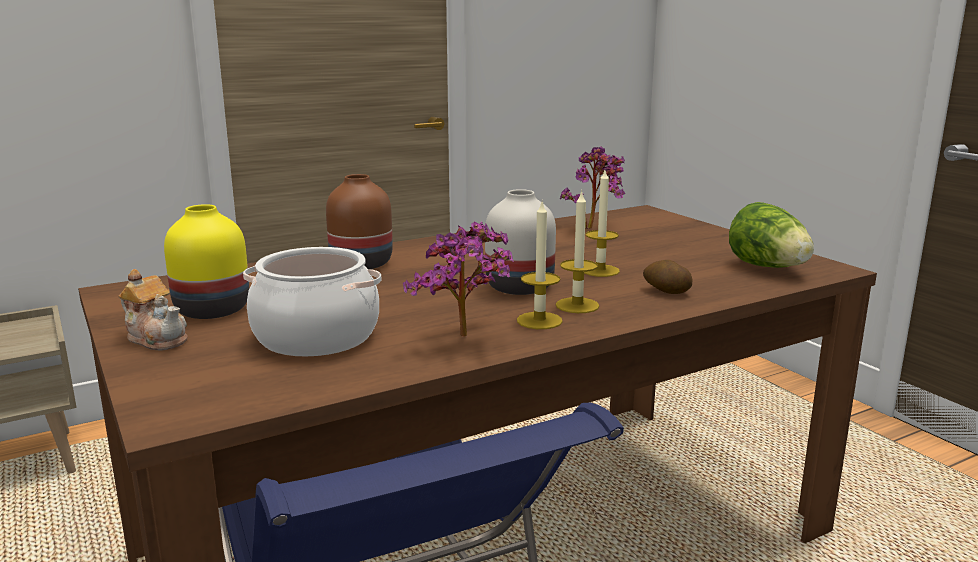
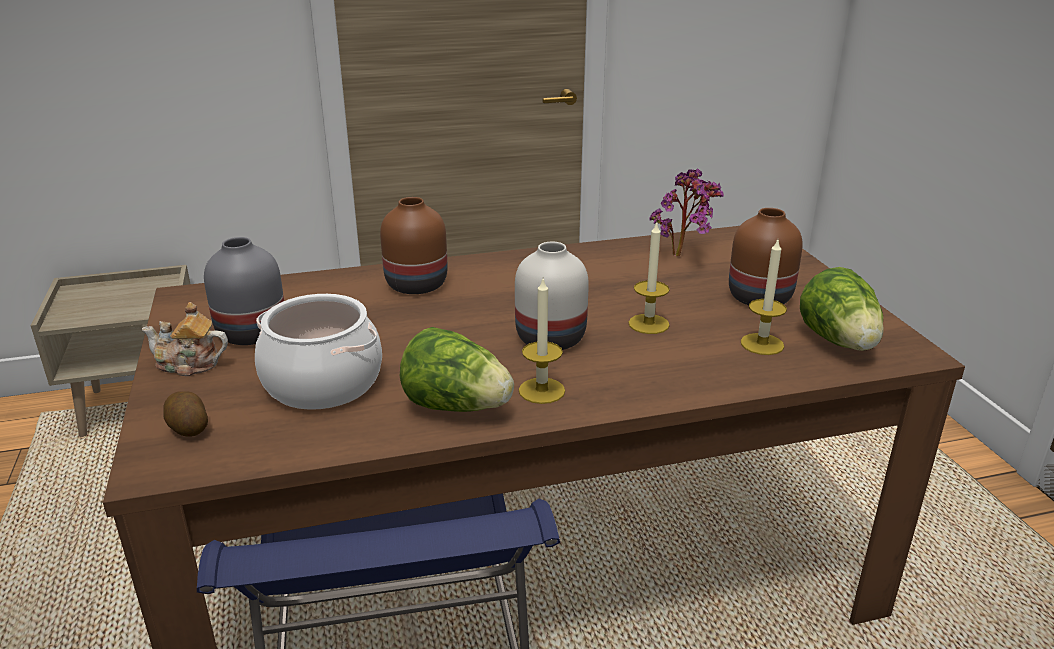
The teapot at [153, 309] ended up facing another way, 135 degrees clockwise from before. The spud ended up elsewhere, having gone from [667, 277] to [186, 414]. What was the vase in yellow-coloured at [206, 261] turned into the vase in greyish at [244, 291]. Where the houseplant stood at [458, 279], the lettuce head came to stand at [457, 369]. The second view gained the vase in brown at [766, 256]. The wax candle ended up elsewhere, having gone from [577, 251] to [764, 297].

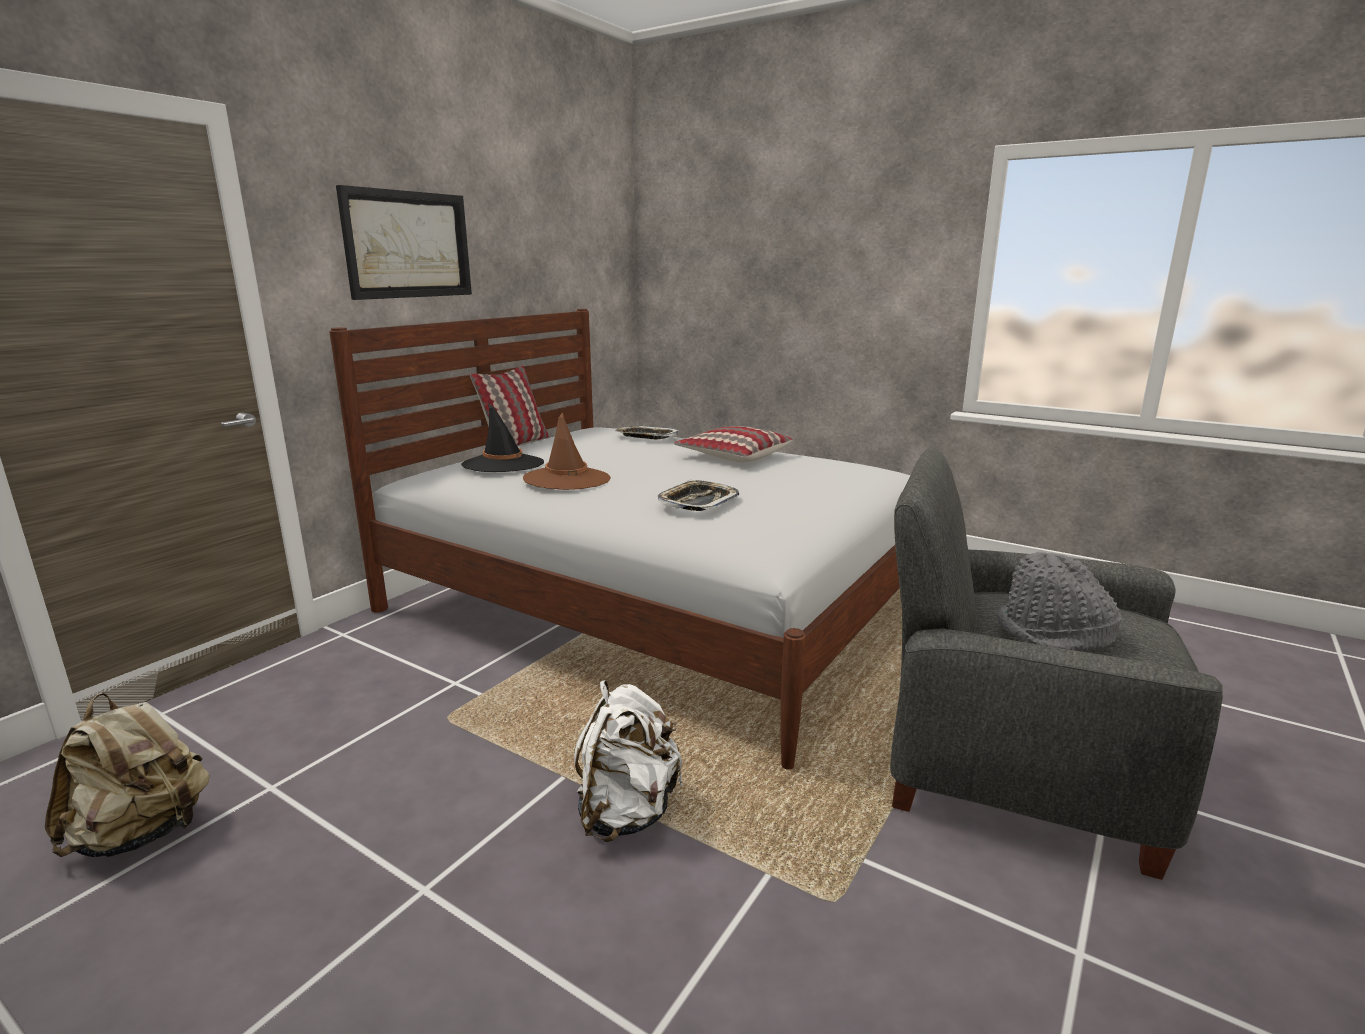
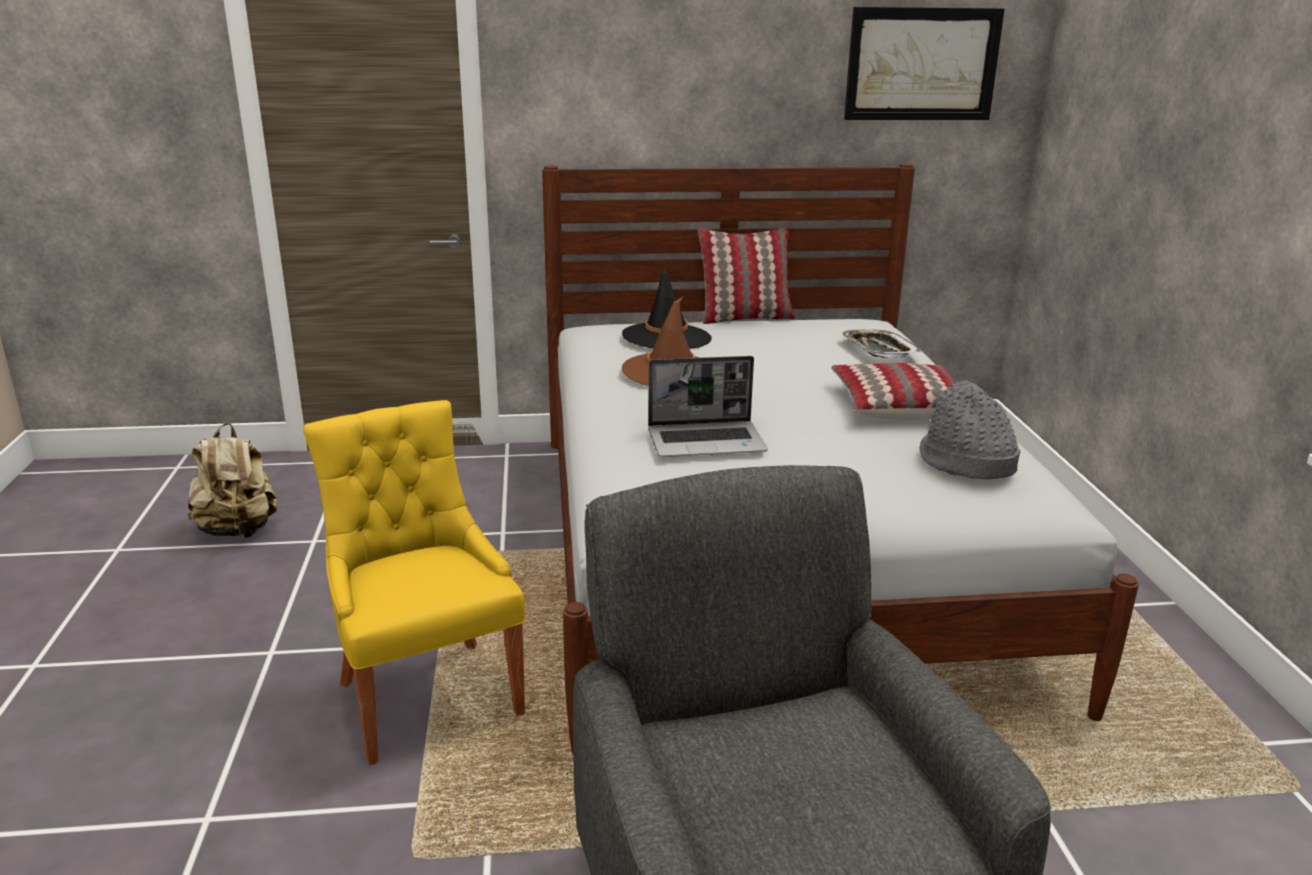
Where the rucksack in white-coloured stood at [628, 761], the chair in yellow-coloured came to stand at [414, 582]. Where the serving tray stood at [698, 495], the laptop came to stand at [707, 406]. The picture ended up elsewhere, having gone from [404, 242] to [924, 63]. The clothing hat in greyish ended up elsewhere, having gone from [1059, 602] to [970, 430].

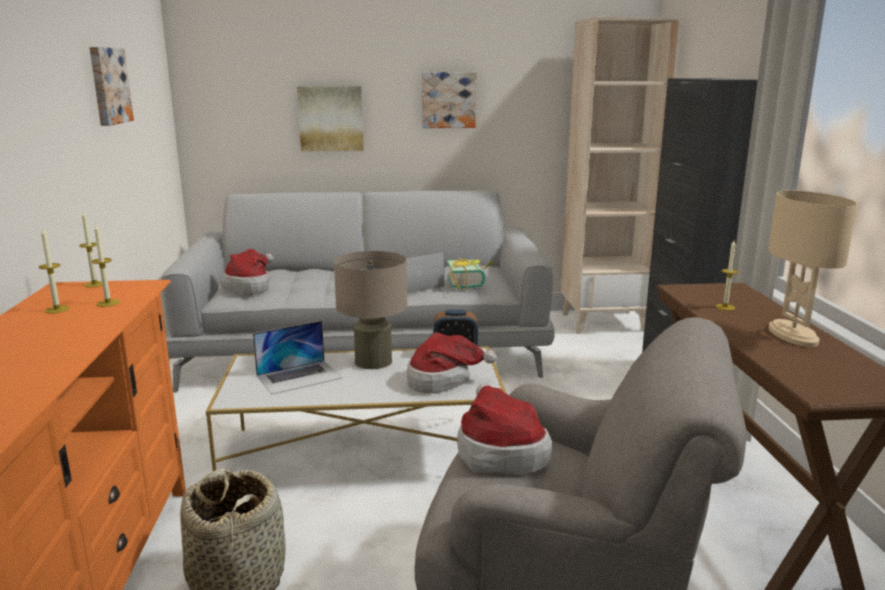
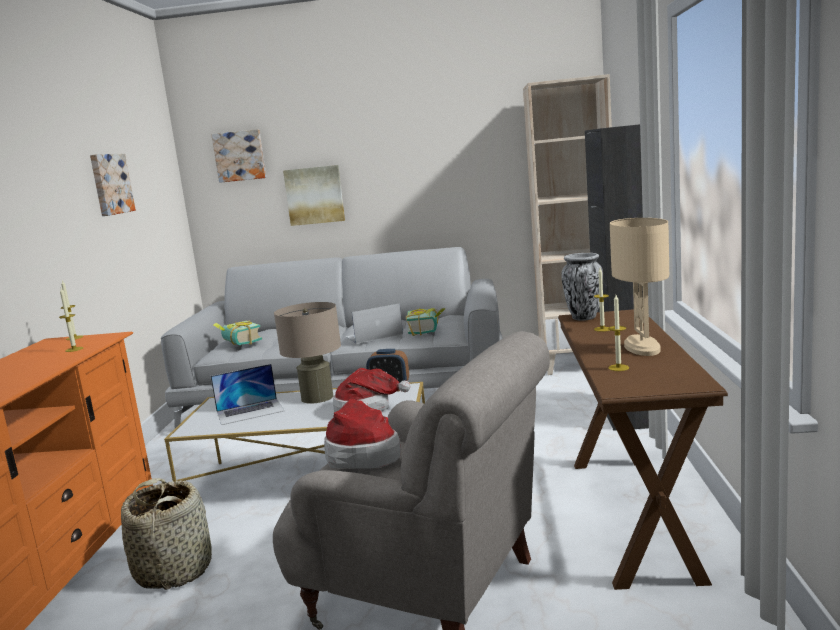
The picture ended up elsewhere, having gone from [449, 100] to [238, 156]. Where the clothing hat stood at [247, 271], the book came to stand at [238, 332]. The second view gained the vase at [582, 287]. The wax candle ended up elsewhere, having gone from [54, 271] to [618, 333].

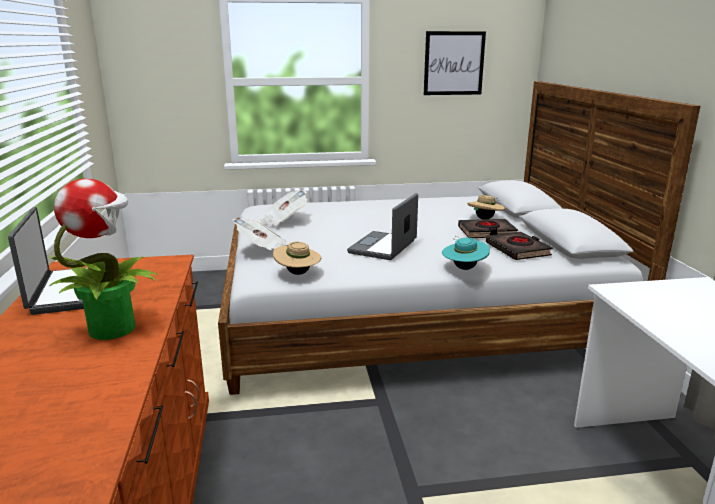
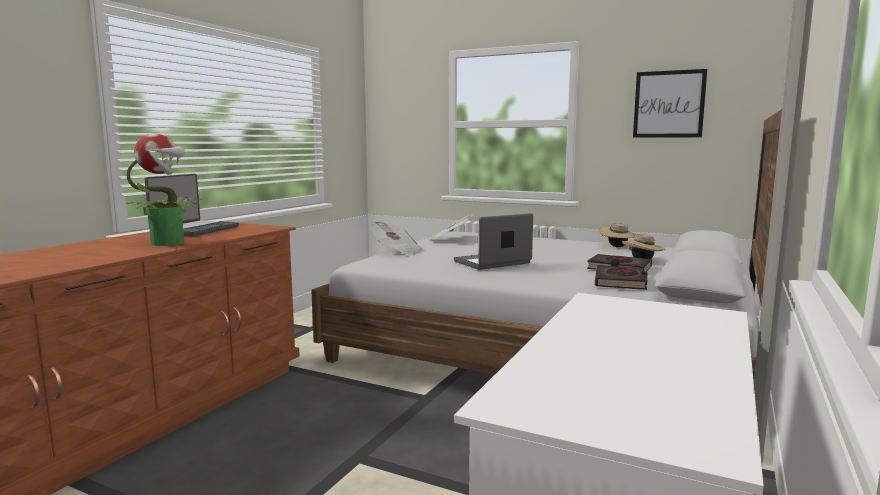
The clothing hat in beige ended up elsewhere, having gone from [297, 258] to [617, 235]. The second view lost the clothing hat in turquoise-coloured at [466, 253].

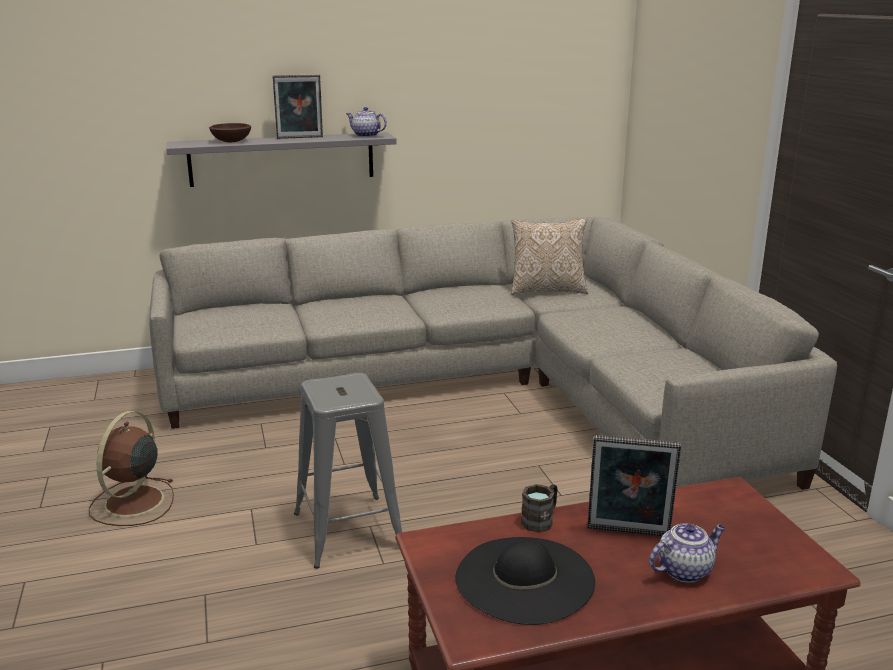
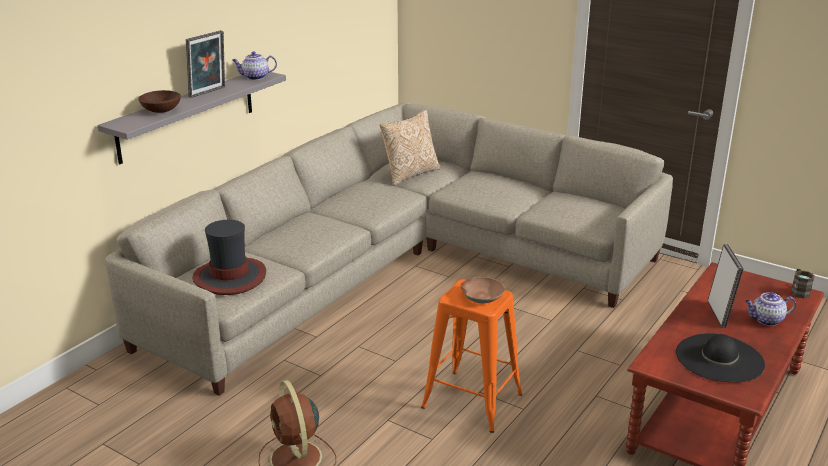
The second view gained the clothing hat at [229, 257]. What was the stool in greyish at [348, 471] turned into the stool in orange at [472, 356]. The second view gained the bowl in brown at [483, 290]. The standing frame at [634, 485] ended up facing another way, 60 degrees counterclockwise from before. The teapot at [687, 553] ended up facing another way, 120 degrees counterclockwise from before. The coffee mug in brown ended up elsewhere, having gone from [539, 508] to [803, 284].

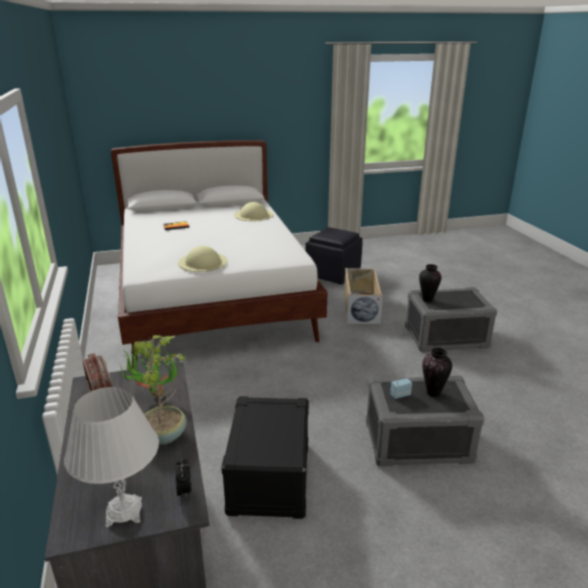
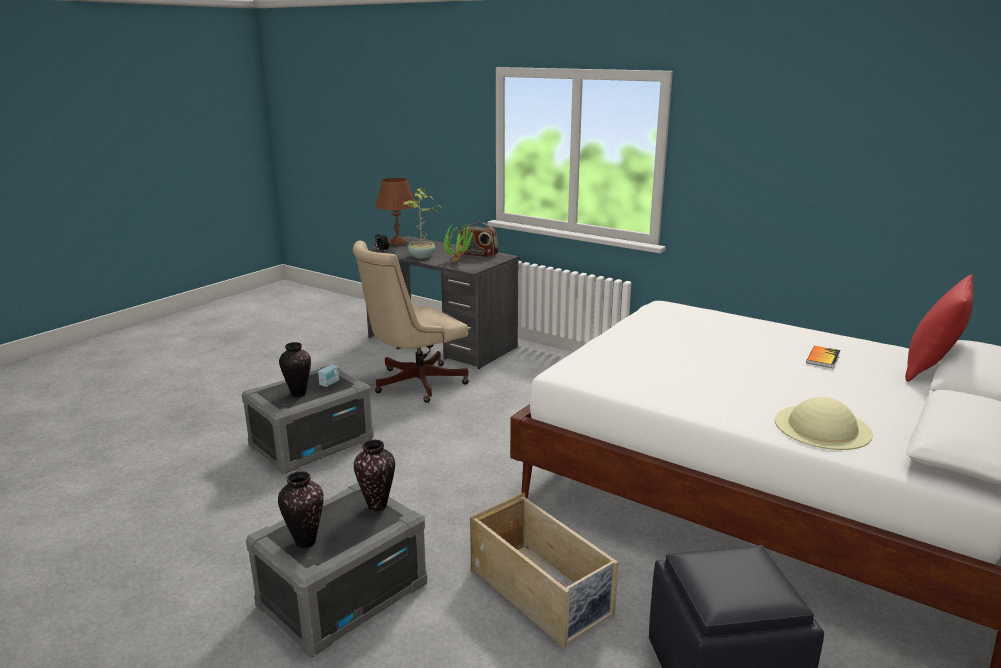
The second view gained the vase at [301, 509]. Where the storage box in blackish stood at [265, 457], the office chair in beige came to stand at [411, 322]. What was the tabletop lamp in white-coloured at [111, 457] turned into the tabletop lamp in brown at [395, 212]. The second view gained the pillow in red-coloured at [939, 328]. The second view lost the clothing hat in beige at [203, 259].

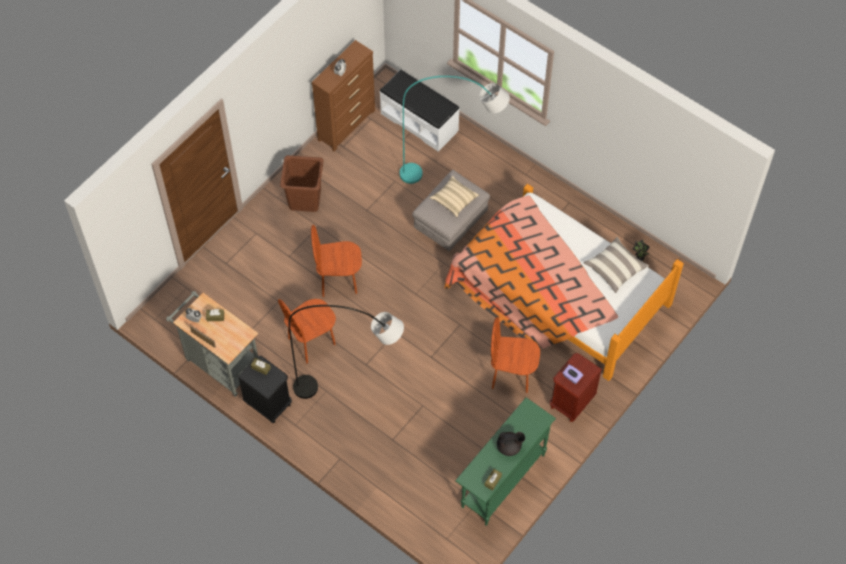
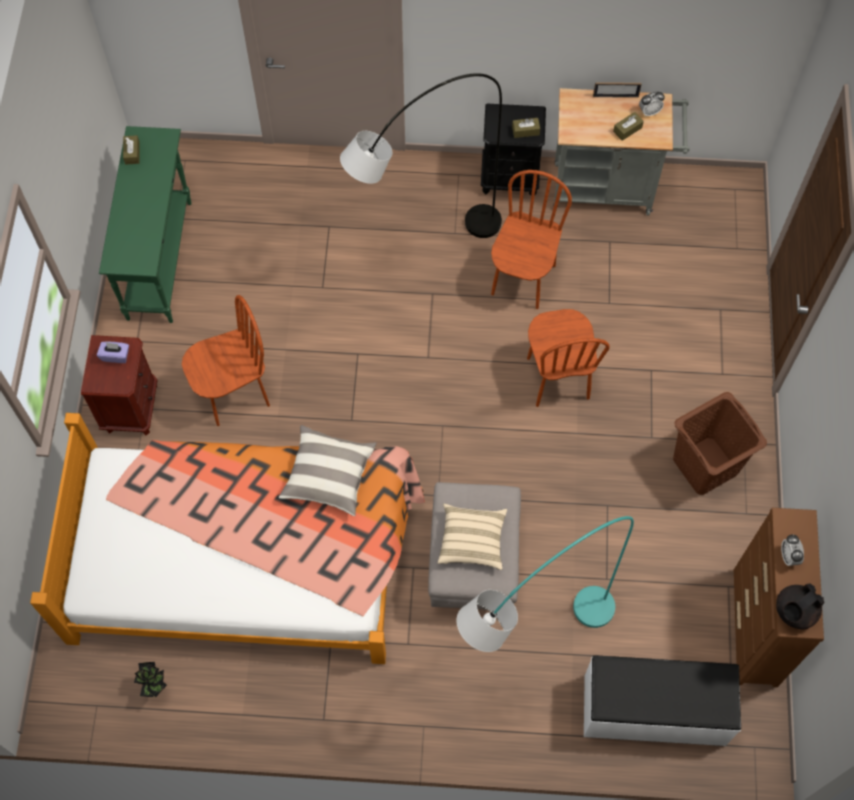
The pillow ended up elsewhere, having gone from [616, 265] to [328, 470]. The chair in brown at [336, 261] ended up facing another way, 120 degrees clockwise from before. The teapot in blackish ended up elsewhere, having gone from [511, 444] to [800, 606].

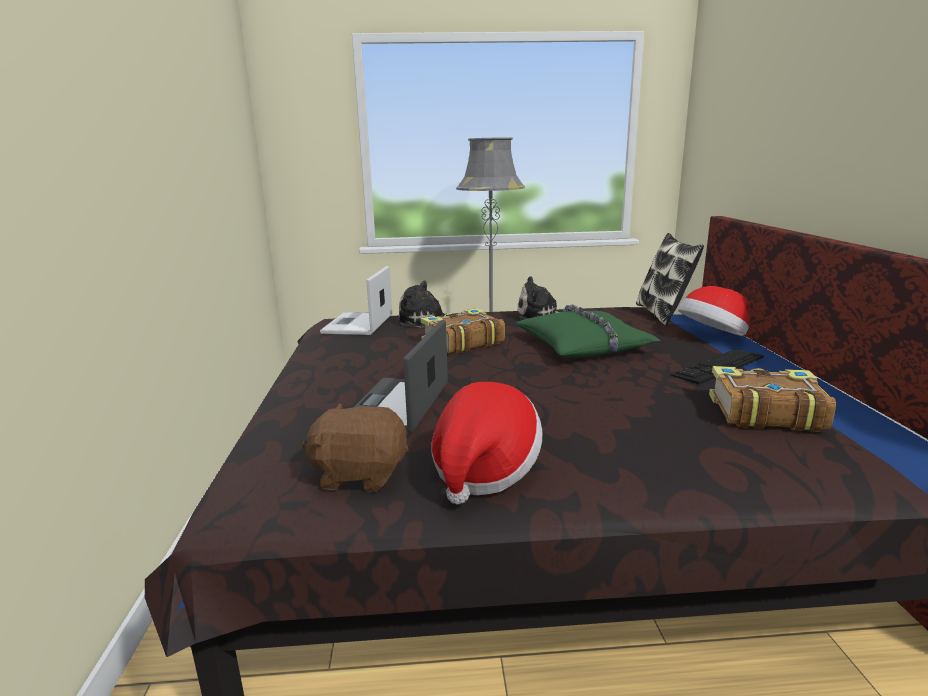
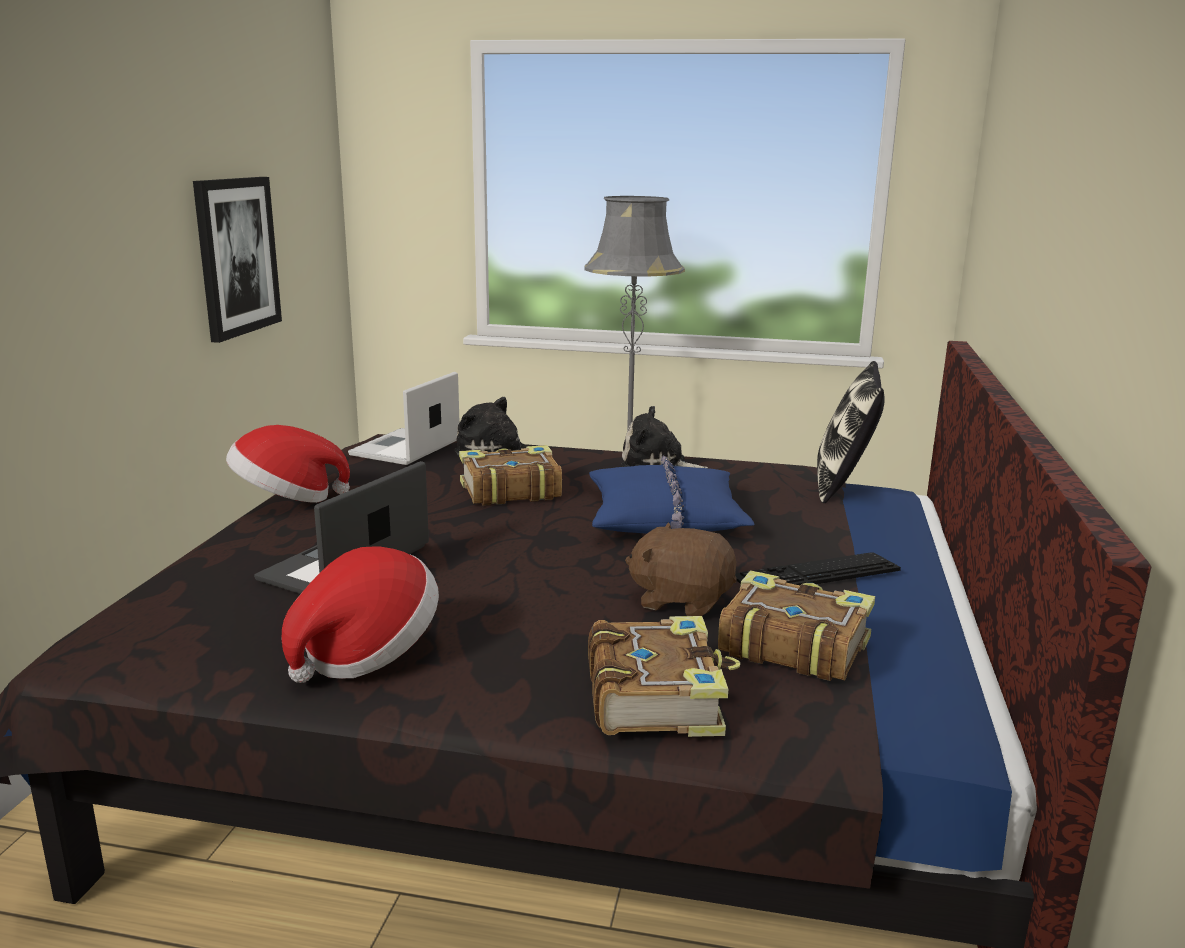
The second view gained the picture at [237, 260]. The clothing hat ended up elsewhere, having gone from [713, 311] to [288, 464]. The second view gained the book at [664, 676]. What was the pillow in green-coloured at [588, 330] turned into the pillow in blue-coloured at [672, 495]. The cuddly toy in brown ended up elsewhere, having gone from [355, 447] to [681, 569].

